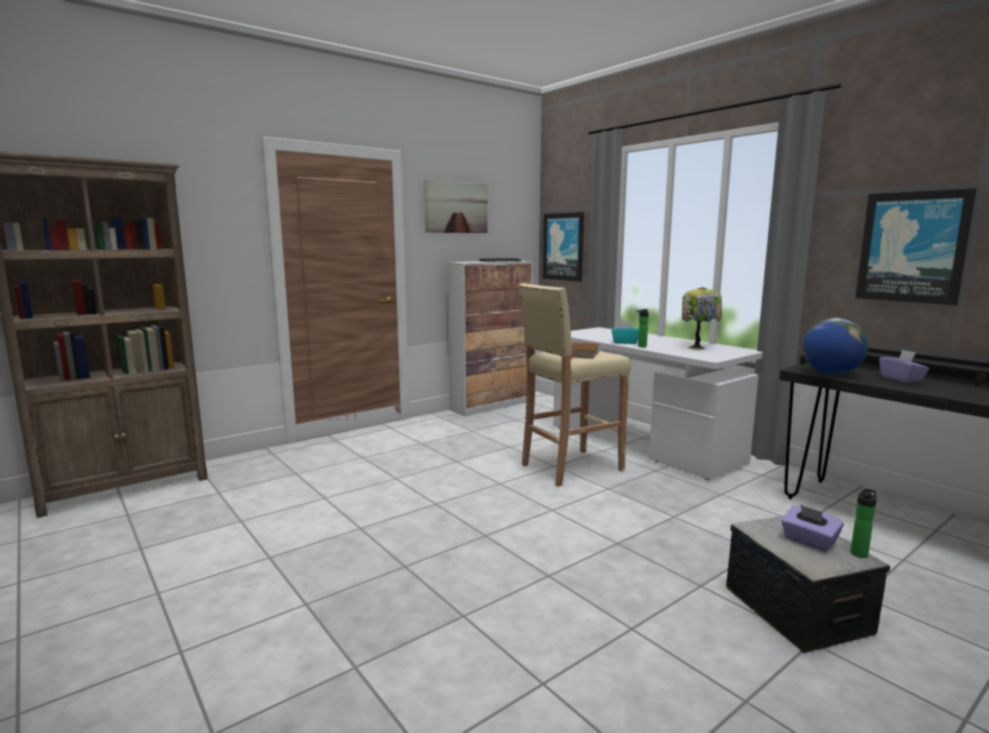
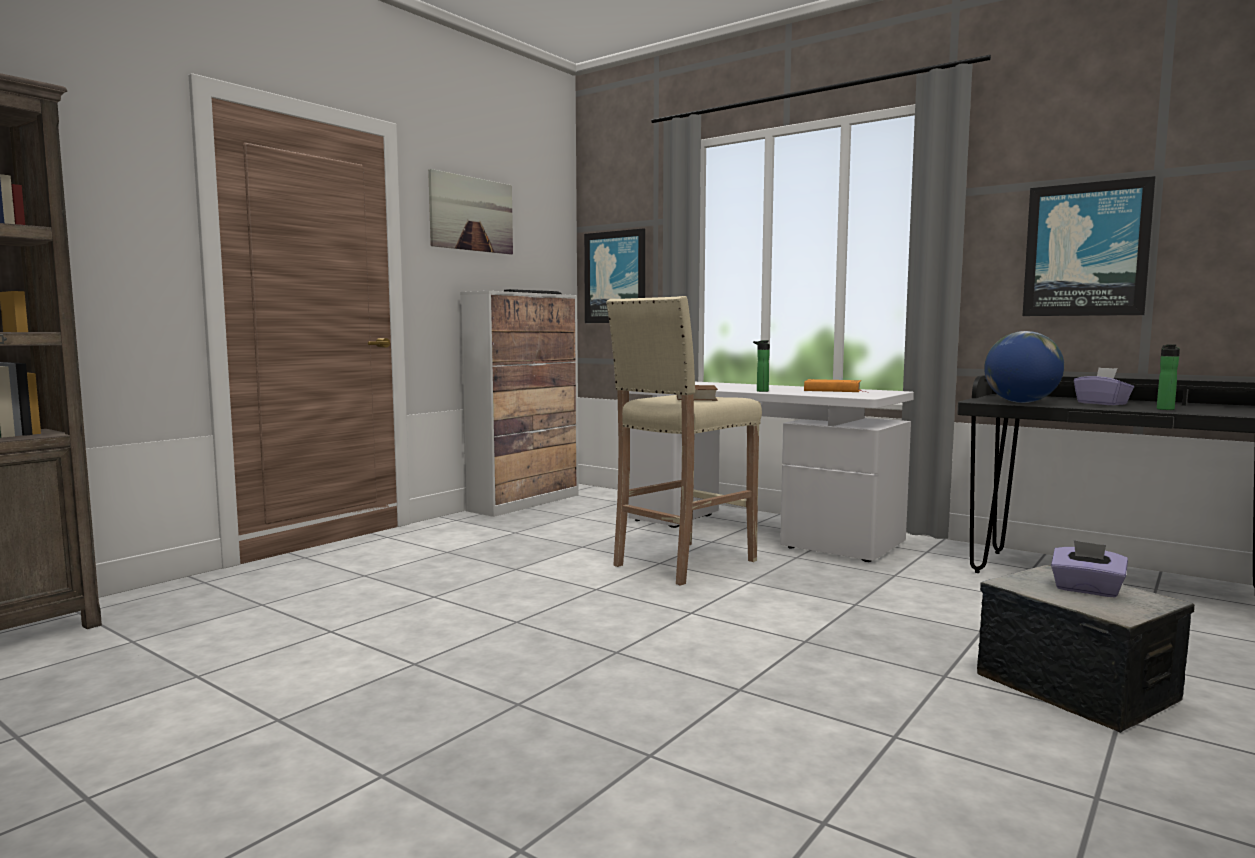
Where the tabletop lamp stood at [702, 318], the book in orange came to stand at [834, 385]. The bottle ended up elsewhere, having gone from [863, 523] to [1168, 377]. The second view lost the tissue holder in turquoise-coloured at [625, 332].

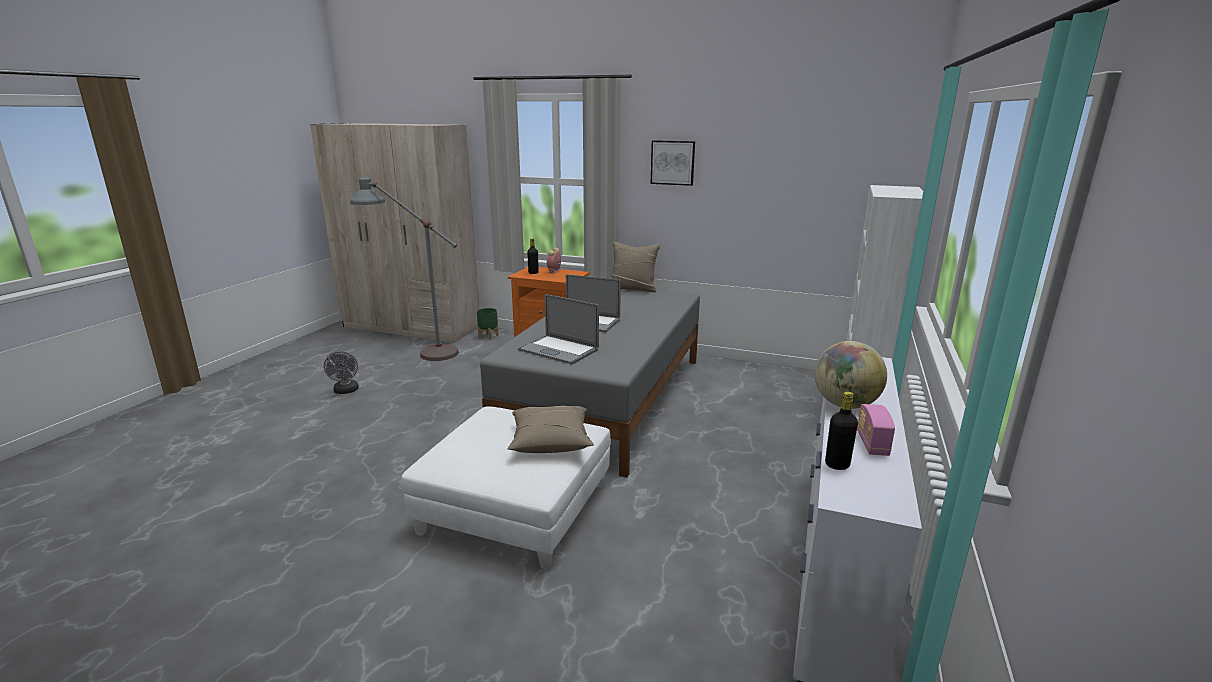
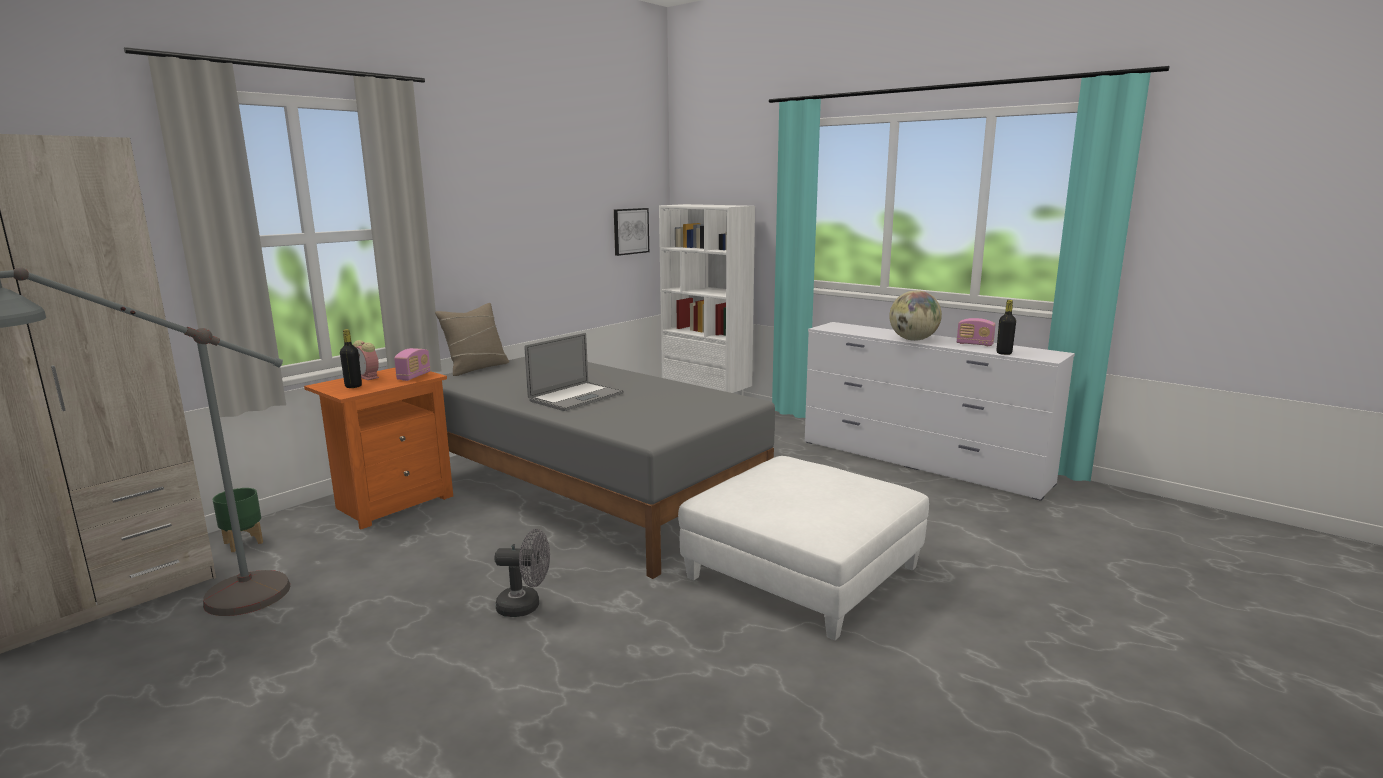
The second view gained the radio at [412, 364]. The electric fan in greyish ended up elsewhere, having gone from [341, 373] to [522, 573]. The picture ended up elsewhere, having gone from [673, 163] to [631, 232]. The second view lost the pillow in beige at [550, 429]. The second view lost the laptop at [558, 329].

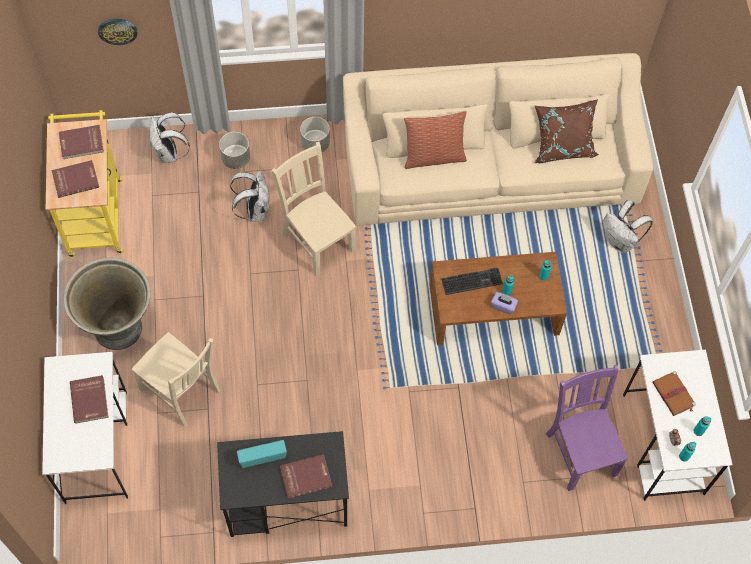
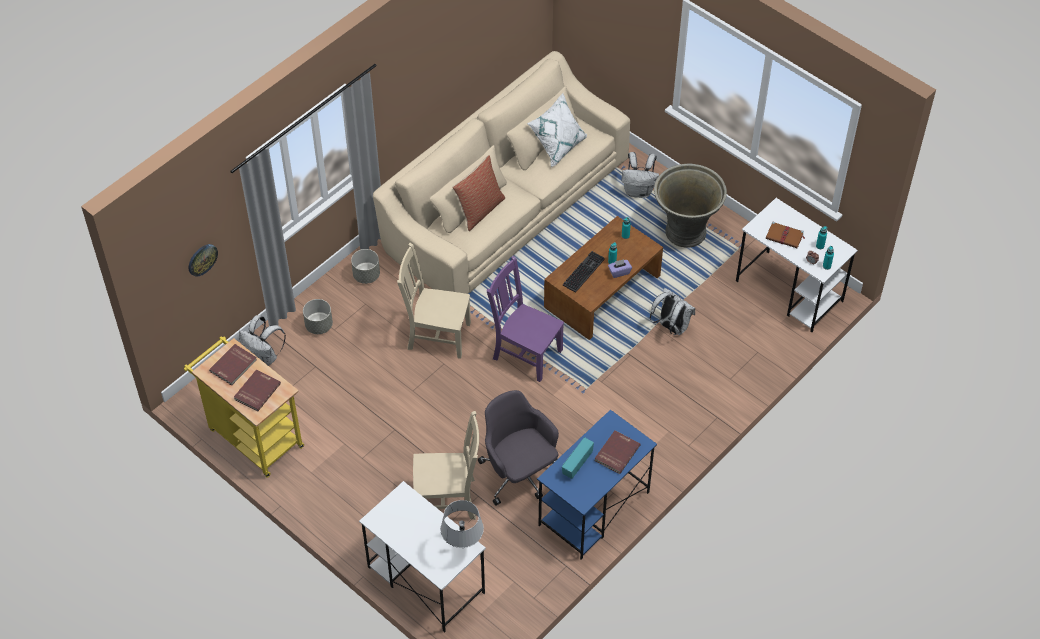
The second view gained the tabletop lamp in greyish at [462, 524]. The second view gained the office chair in greyish at [518, 448]. The chair in purplish ended up elsewhere, having gone from [587, 428] to [525, 319]. What was the pillow in brown at [566, 131] turned into the pillow in white-coloured at [557, 130]. What was the desk unit in blackish at [283, 484] turned into the desk unit in blue-coloured at [597, 484]. The rucksack in white-coloured ended up elsewhere, having gone from [250, 196] to [672, 311]. The plant pot in greyish ended up elsewhere, having gone from [107, 304] to [690, 206]. The second view lost the book in red-coloured at [89, 399].

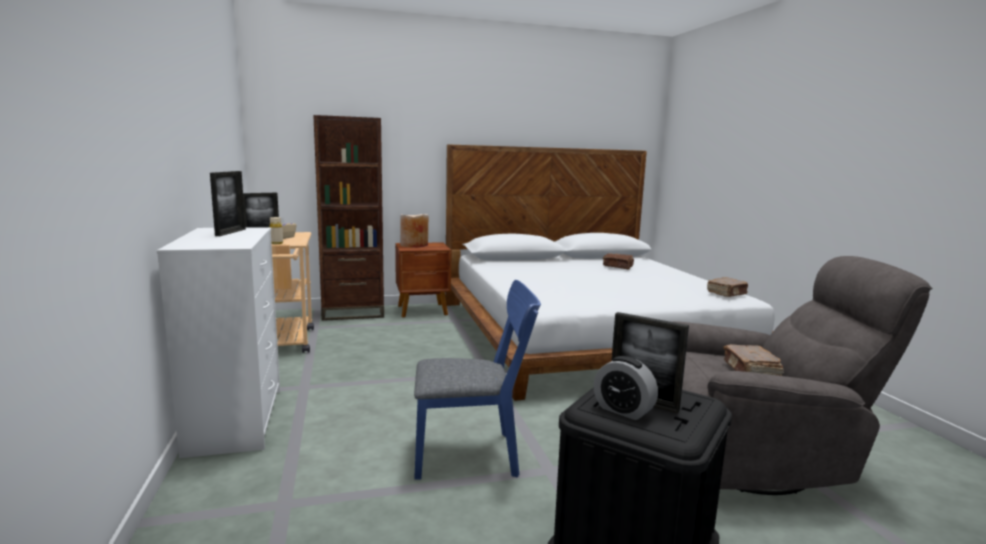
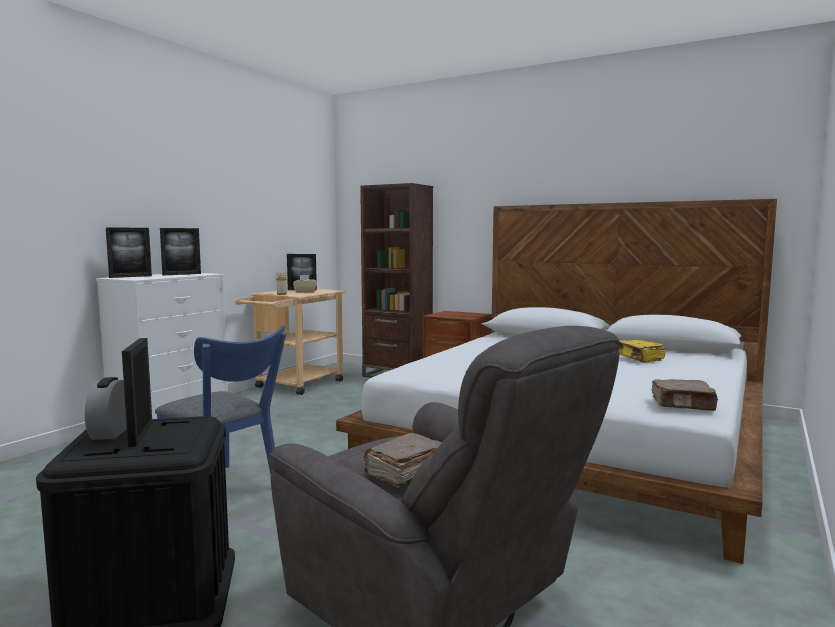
The second view gained the standing frame at [129, 252]. What was the book in brown at [618, 261] turned into the book in yellow-coloured at [642, 351]. The second view lost the vase in beige at [414, 231].

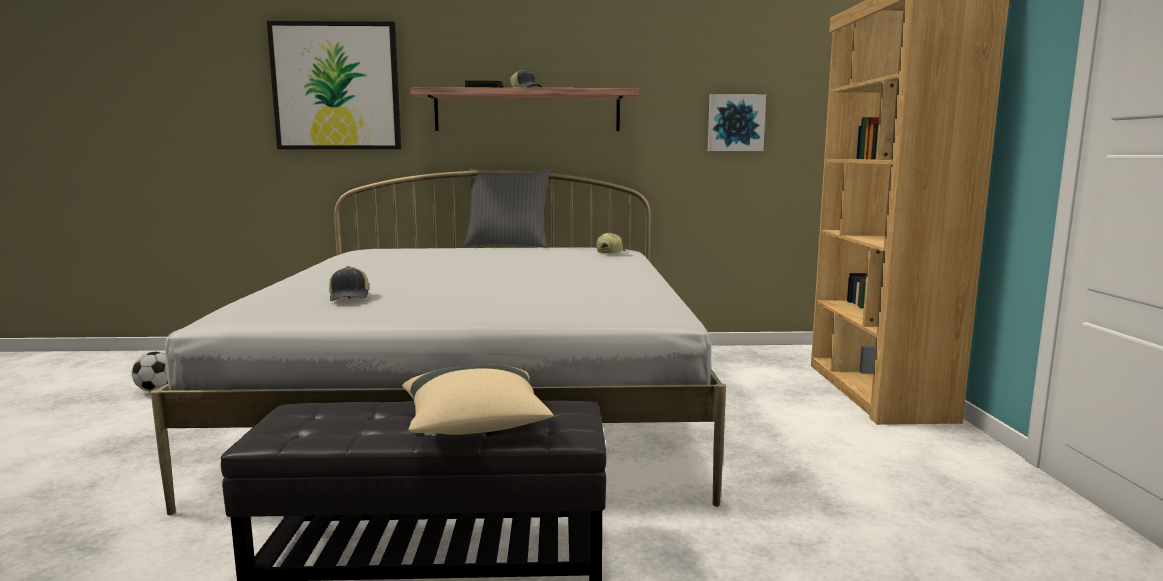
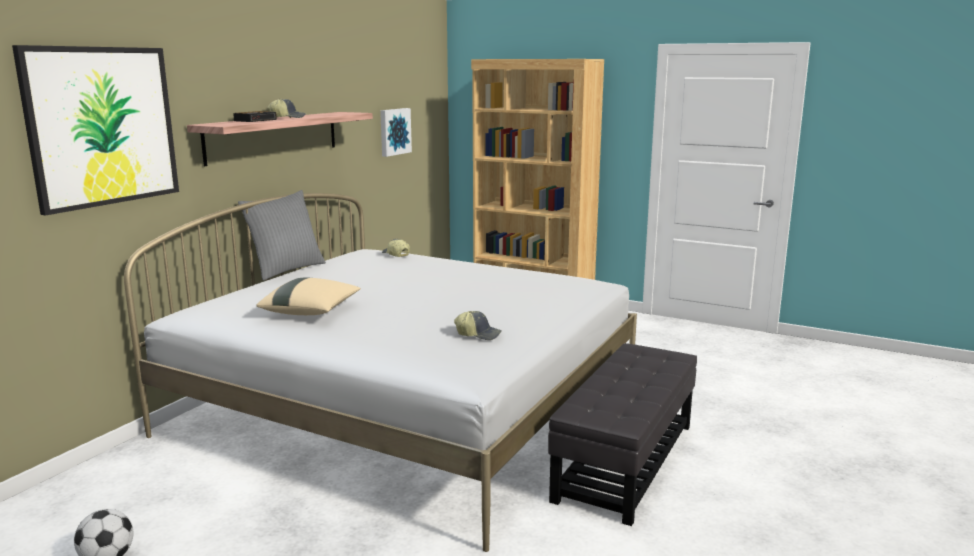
The pillow in beige ended up elsewhere, having gone from [477, 400] to [309, 296].

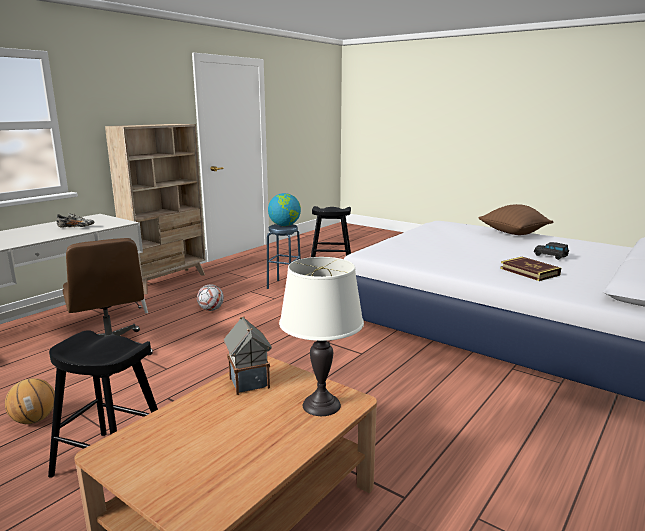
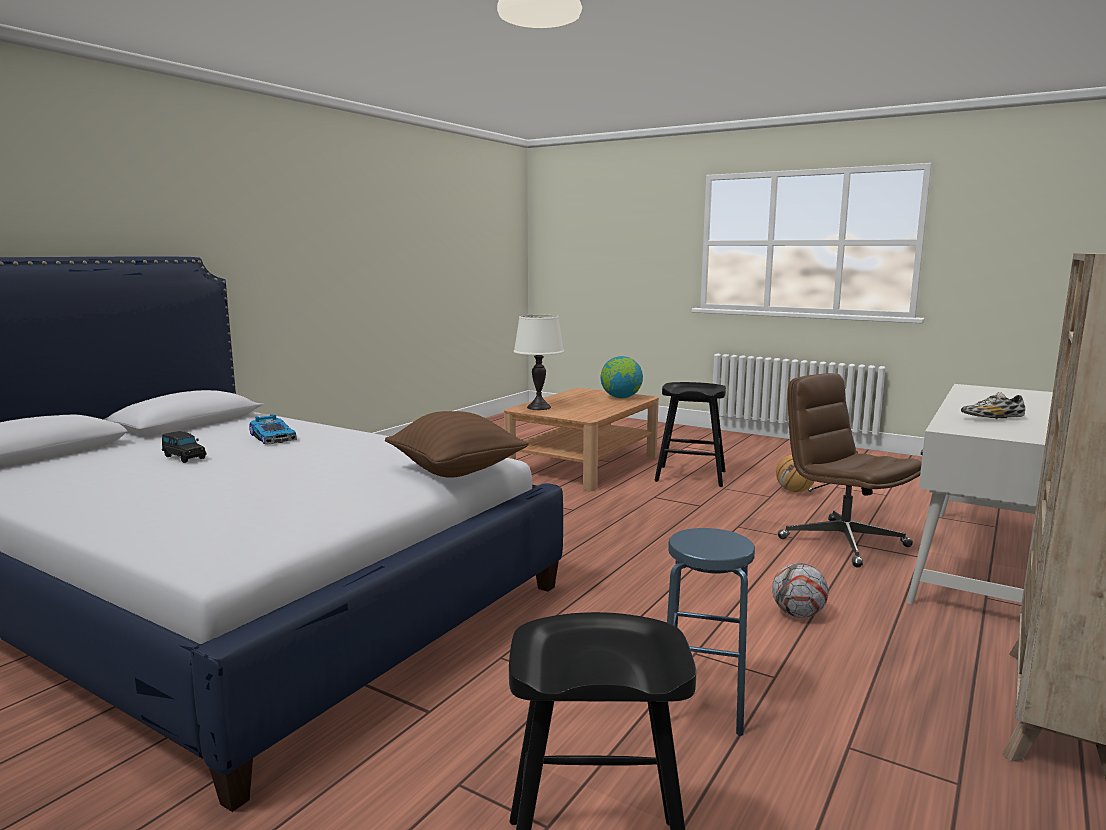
Where the book stood at [530, 269], the miniature car came to stand at [273, 429]. The pillow in brown ended up elsewhere, having gone from [515, 219] to [457, 444]. The world globe ended up elsewhere, having gone from [284, 209] to [622, 377]. The second view lost the model house at [248, 355].

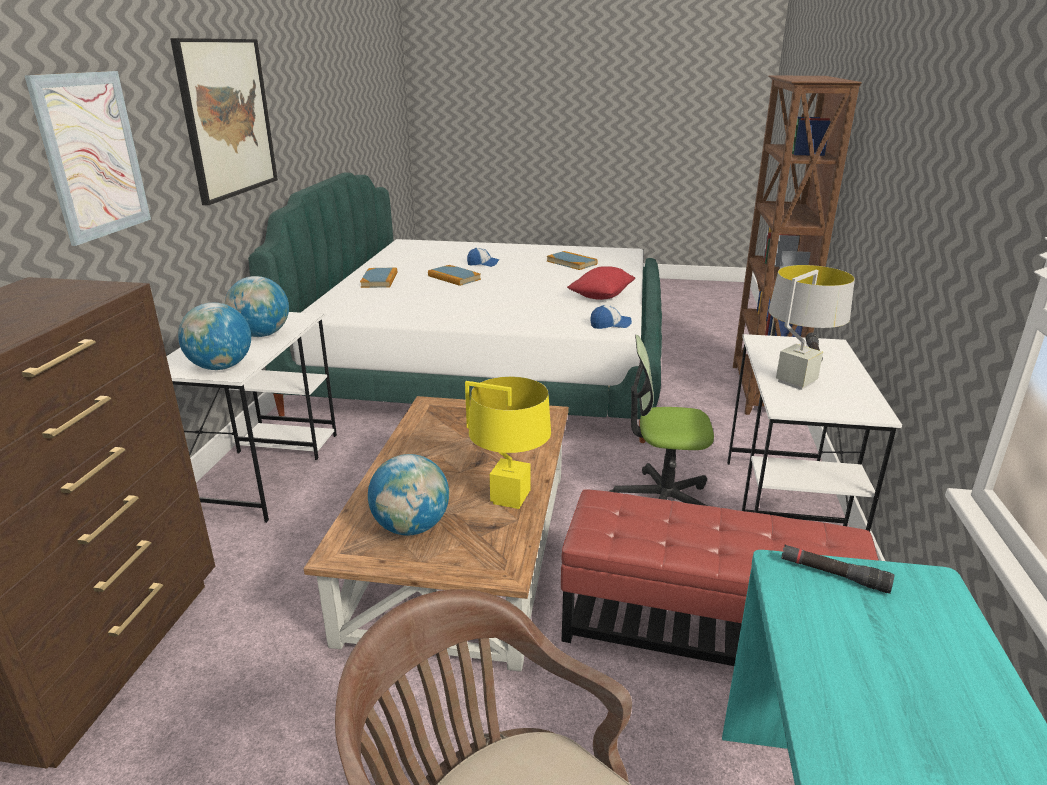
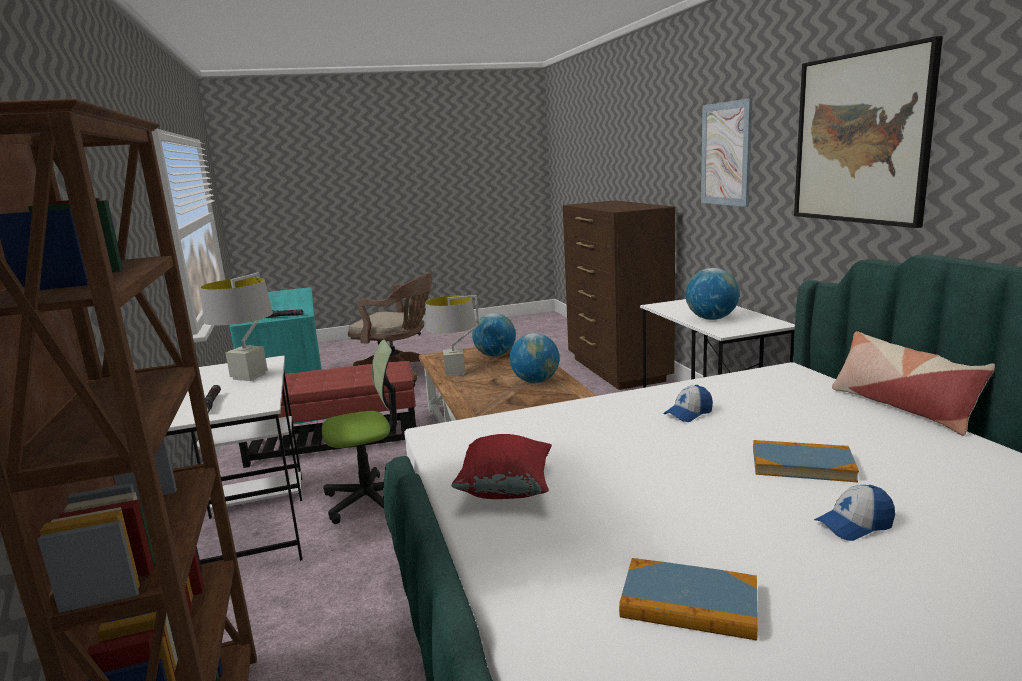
What was the tabletop lamp in yellow-coloured at [508, 442] turned into the tabletop lamp in greyish at [452, 336]. The world globe ended up elsewhere, having gone from [214, 336] to [535, 358]. The peaked cap ended up elsewhere, having gone from [611, 317] to [688, 403]. The second view gained the pillow at [913, 383]. The second view lost the book at [378, 278].

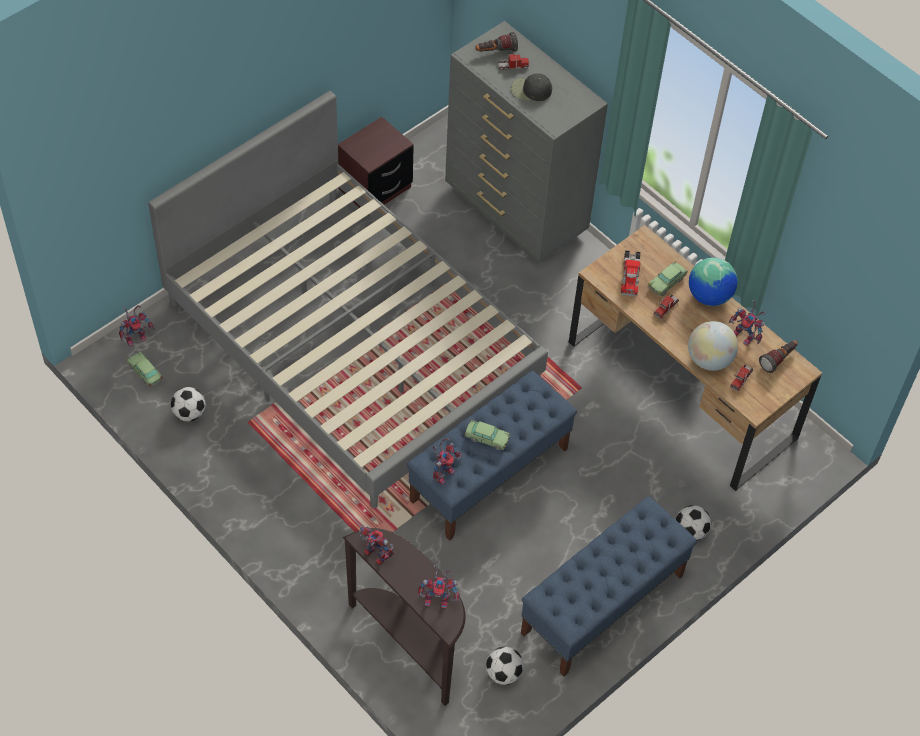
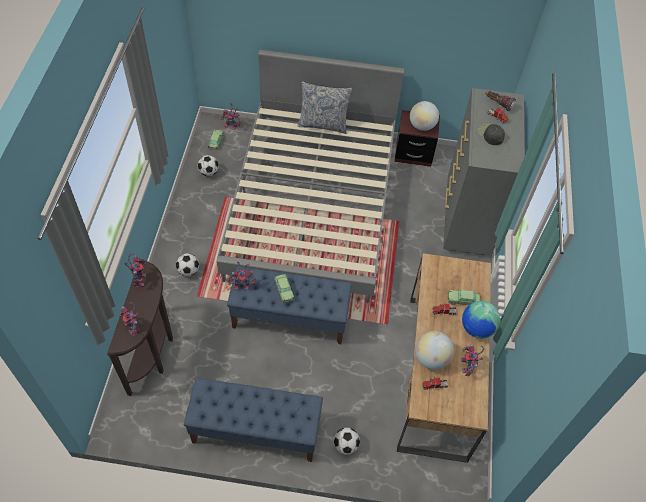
The football ended up elsewhere, having gone from [505, 666] to [187, 264]. The second view gained the pillow at [324, 107]. The second view gained the world globe at [424, 116]. The second view lost the model truck at [630, 273]. The second view lost the flashlight at [778, 356].

